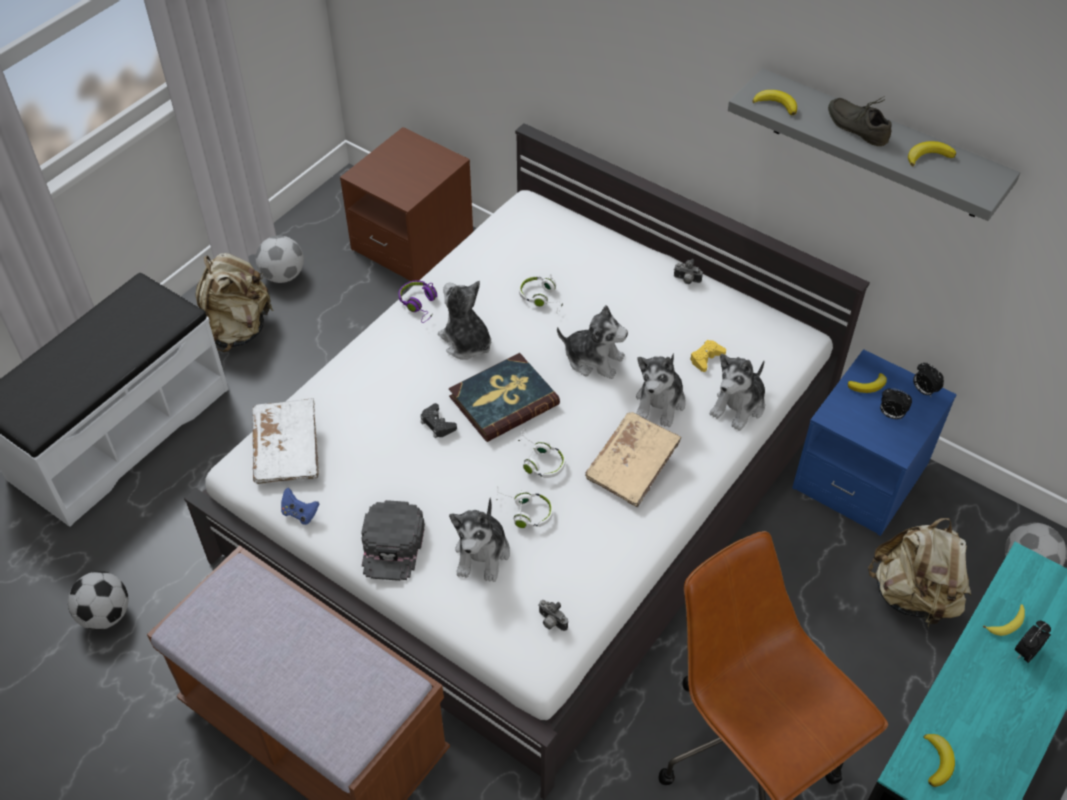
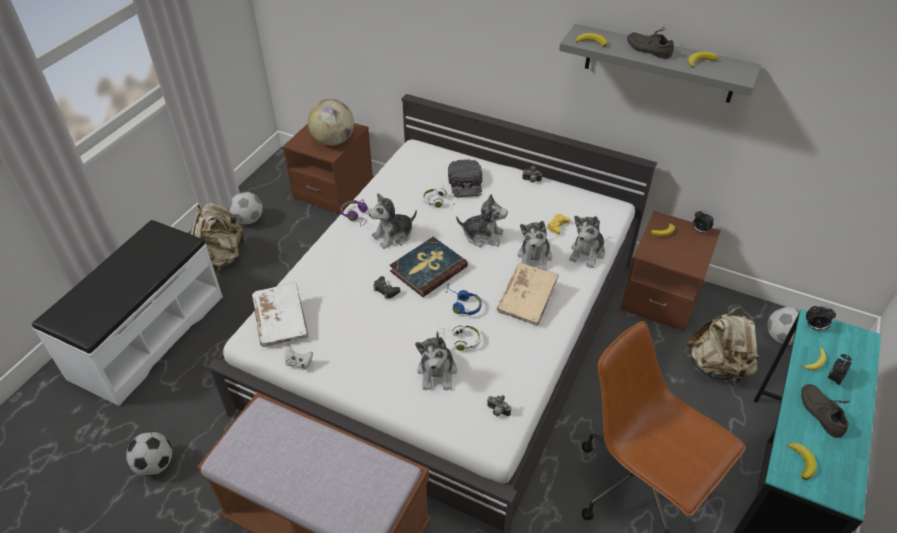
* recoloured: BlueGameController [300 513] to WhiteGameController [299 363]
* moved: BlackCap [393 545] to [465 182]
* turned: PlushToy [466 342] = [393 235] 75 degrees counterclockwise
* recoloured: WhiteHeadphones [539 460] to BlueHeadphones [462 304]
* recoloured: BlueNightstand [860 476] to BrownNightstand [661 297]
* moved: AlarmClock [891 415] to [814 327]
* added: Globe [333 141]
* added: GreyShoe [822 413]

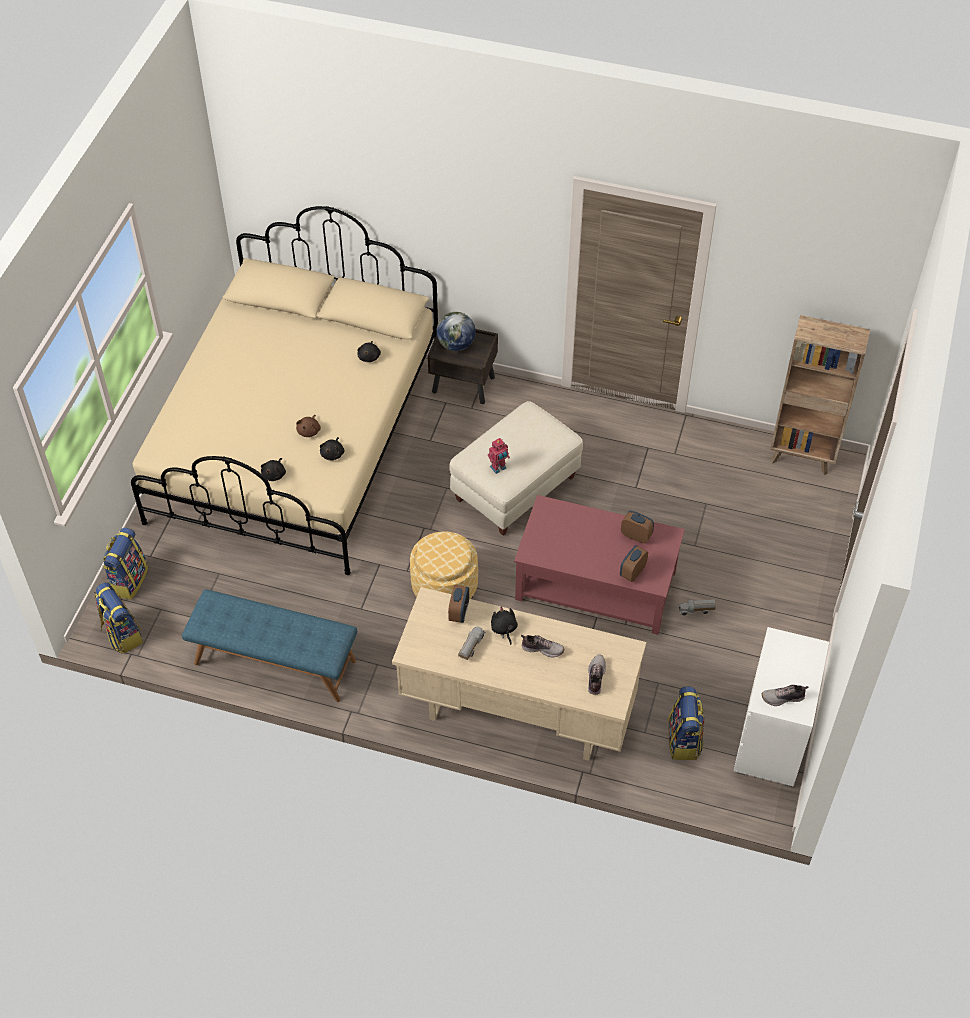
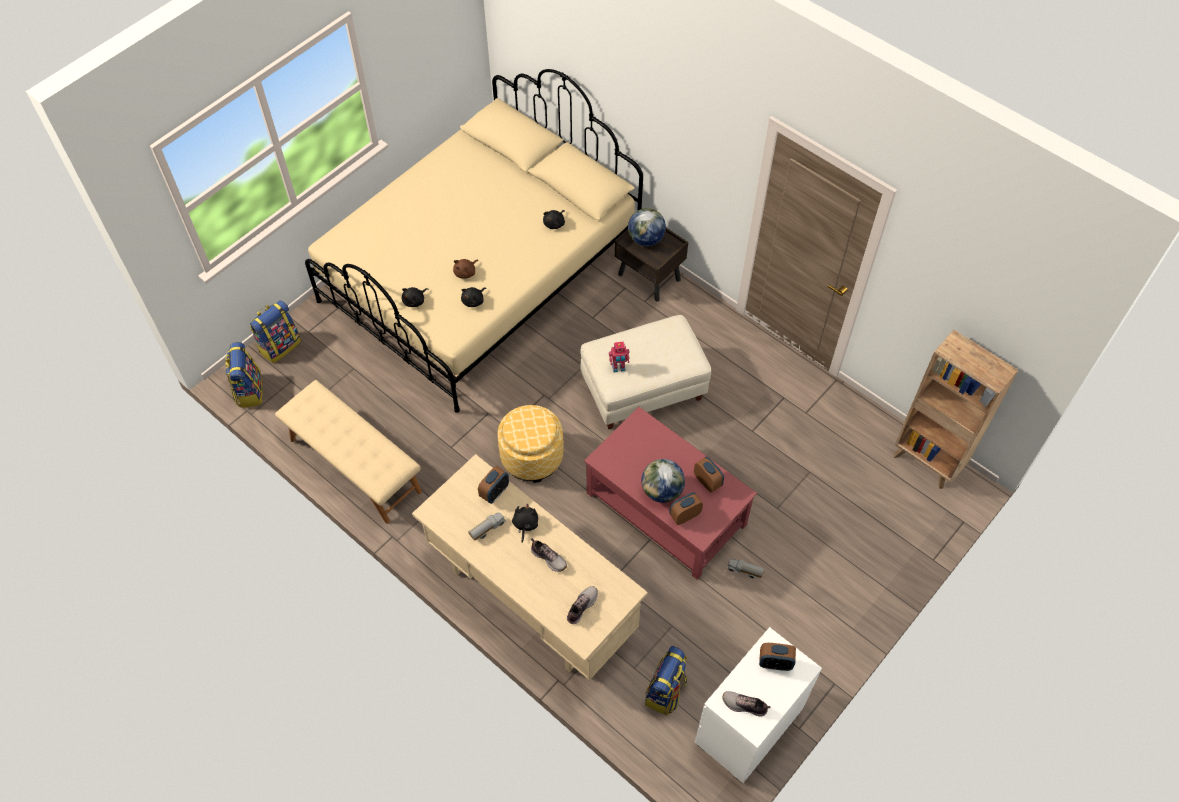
* recoloured: BlueBench [274 662] to BeigeBench [354 466]
* added: Globe [662 491]
* added: AlarmClock [775 663]

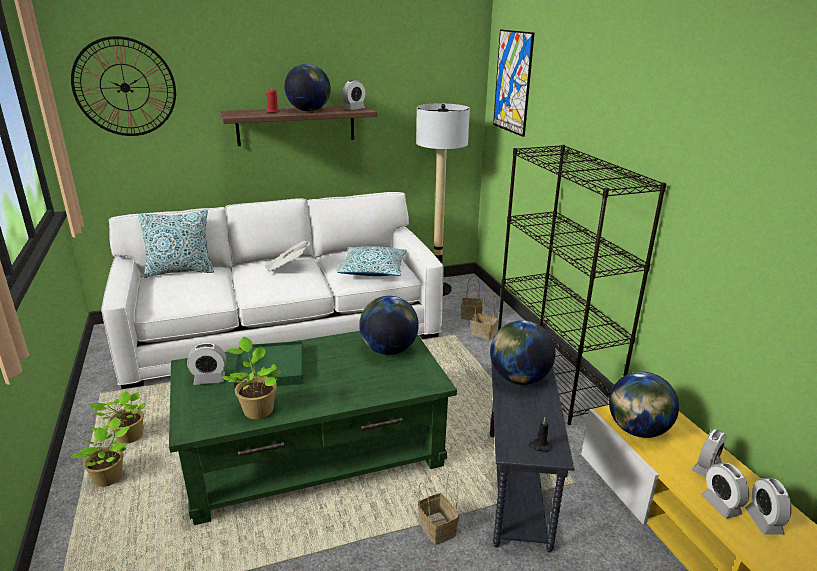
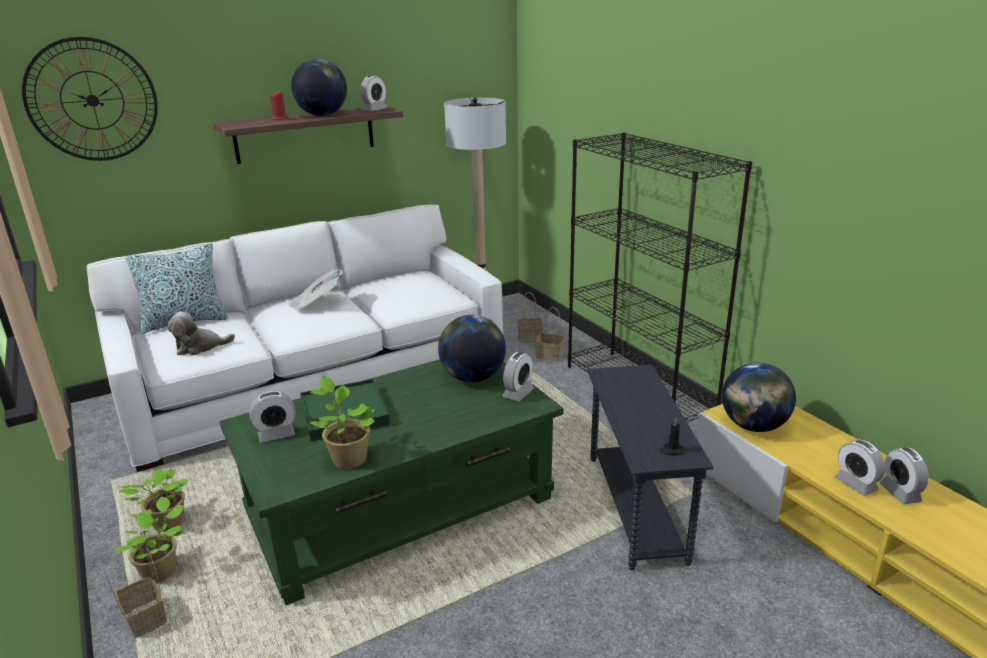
* removed: Pillow [373 270]
* moved: Basket [436 528] to [144 619]
* removed: Globe [518 378]
* removed: Picture [513 82]
* moved: AlarmClock [706 468] to [518 393]
* added: PlushToy [200 347]

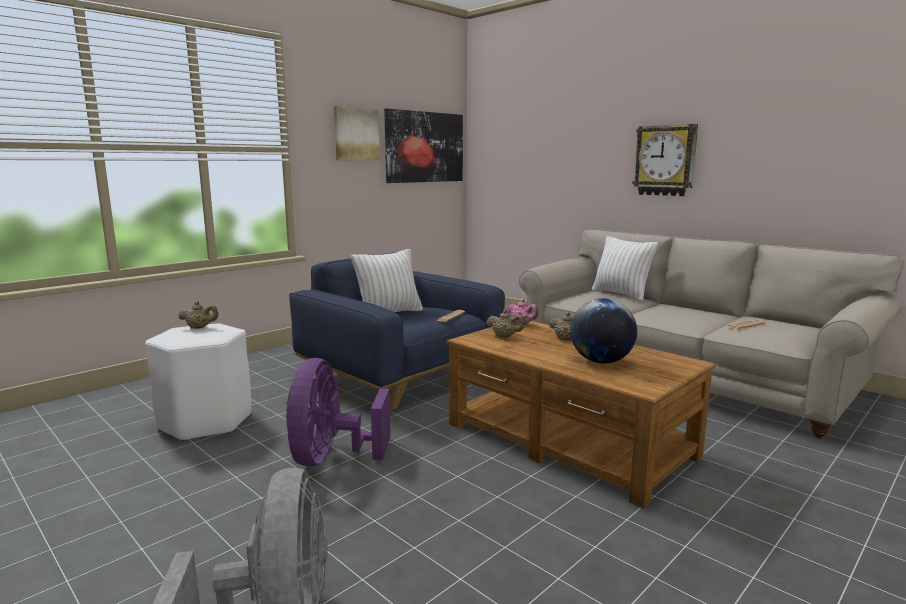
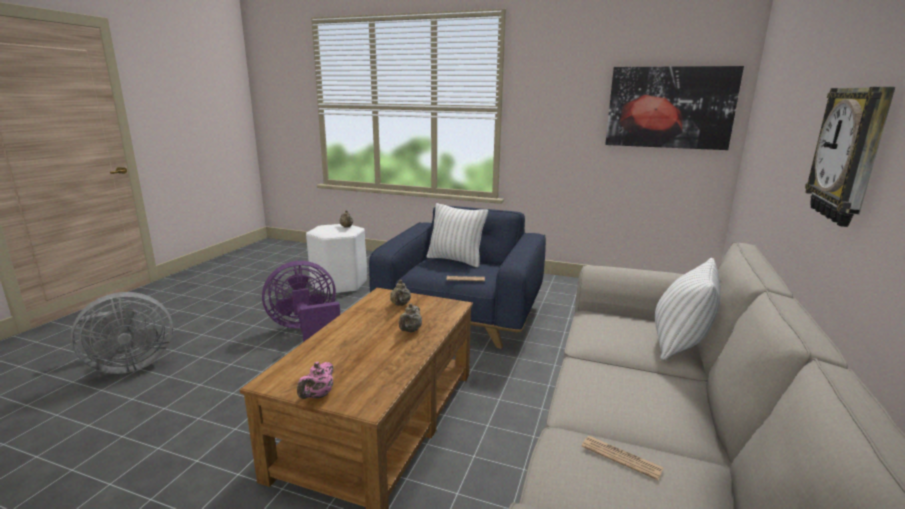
* removed: Picture [356 134]
* moved: PinkTeapot [522 324] to [318 395]
* removed: Globe [601 361]

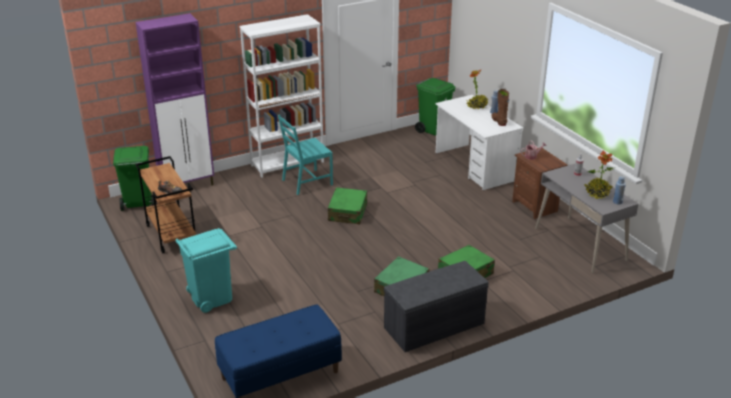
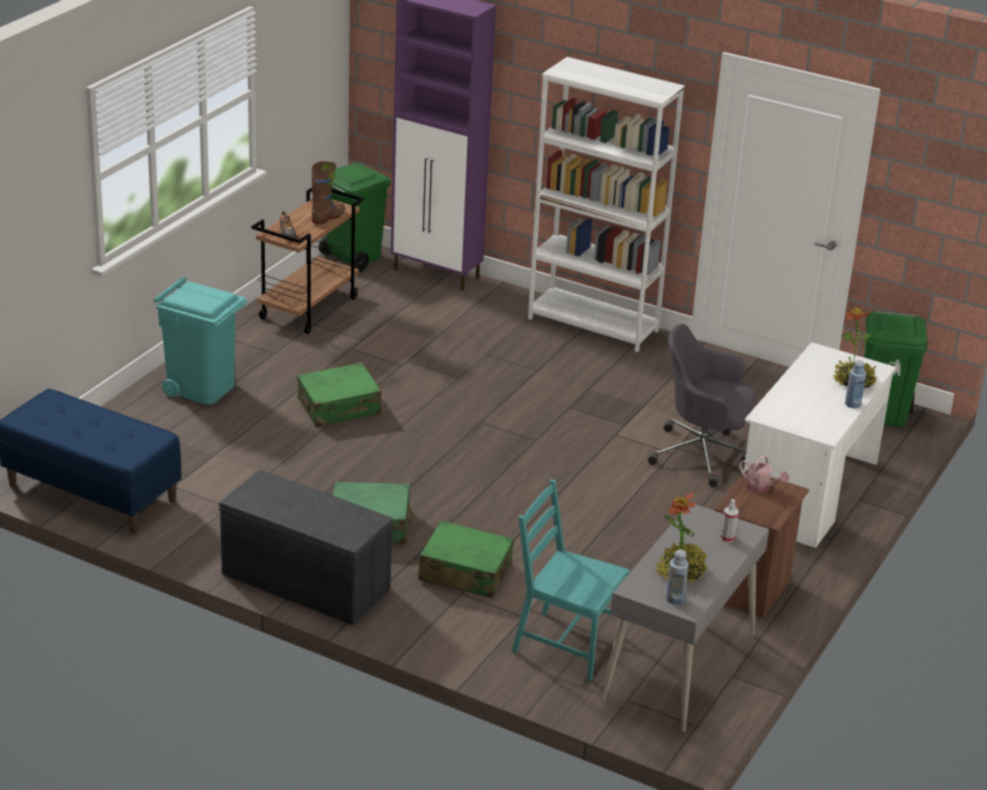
* moved: TurquoiseChair [306 182] to [565 644]
* moved: GreenSuitcase [348 212] to [339 407]
* moved: BrownBoot [499 121] to [328 218]
* added: GreyOfficeChair [702 455]

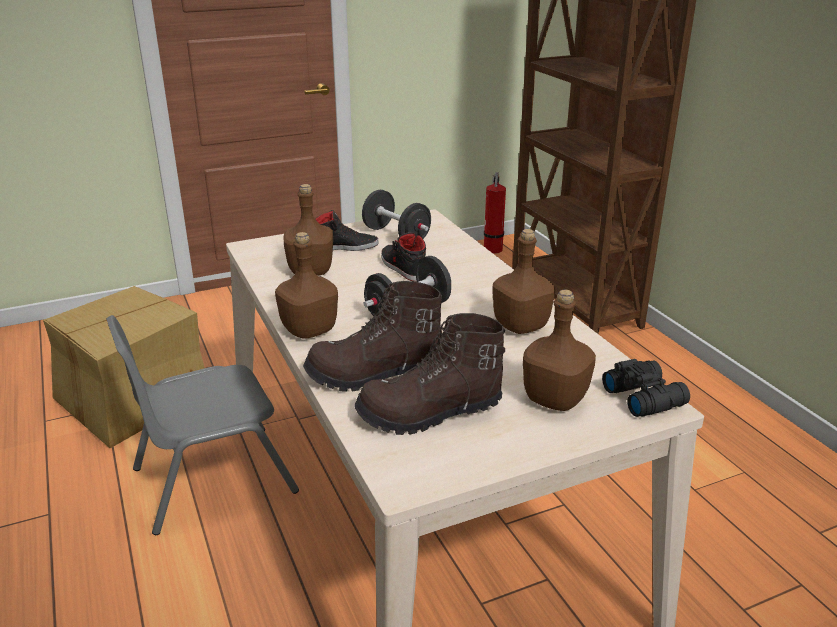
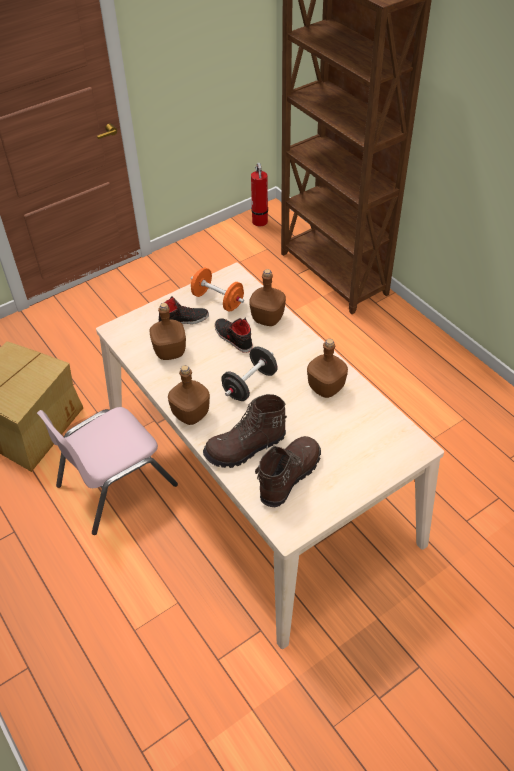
* recoloured: GreyChair [213 479] to PinkChair [115 484]
* turned: BrownBoot [430 413] = [288 476] 150 degrees clockwise
* recoloured: BlackDumbbell [396 235] to OrangeDumbbell [218 300]
* moved: BrownBottle [556 399] to [268 318]
* removed: BlackBinoculars [644 396]

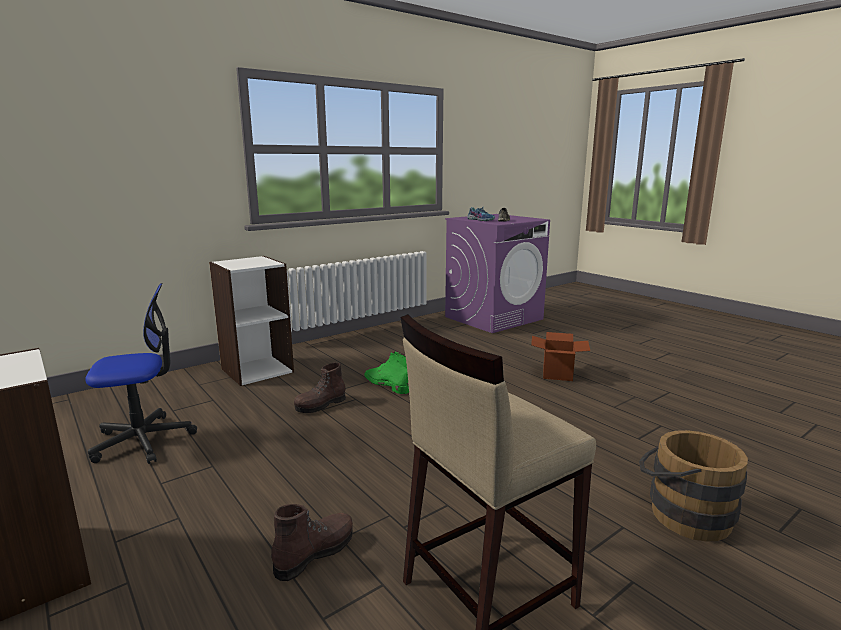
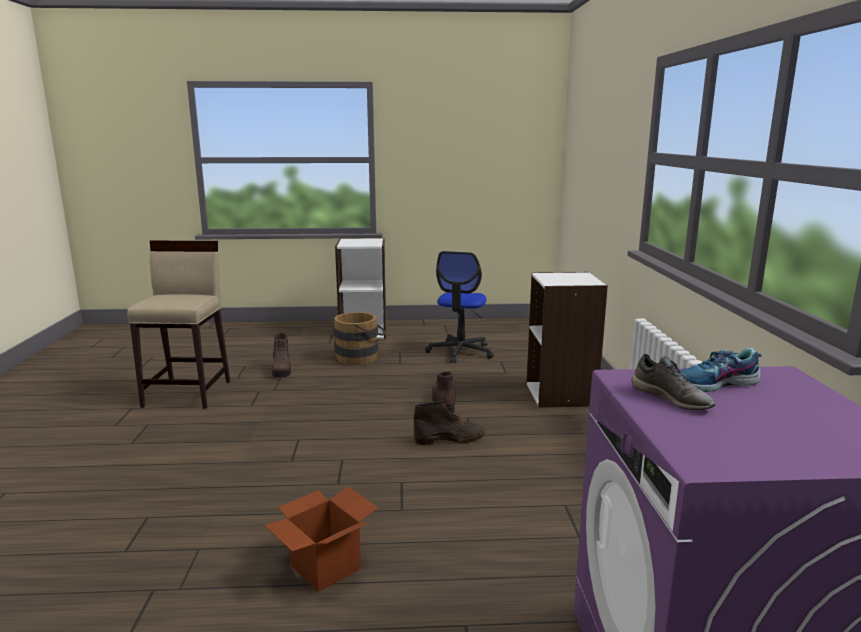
* recoloured: GreenBoot [386 385] to BrownBoot [450 439]
* moved: BrownBucket [682 513] to [361 357]

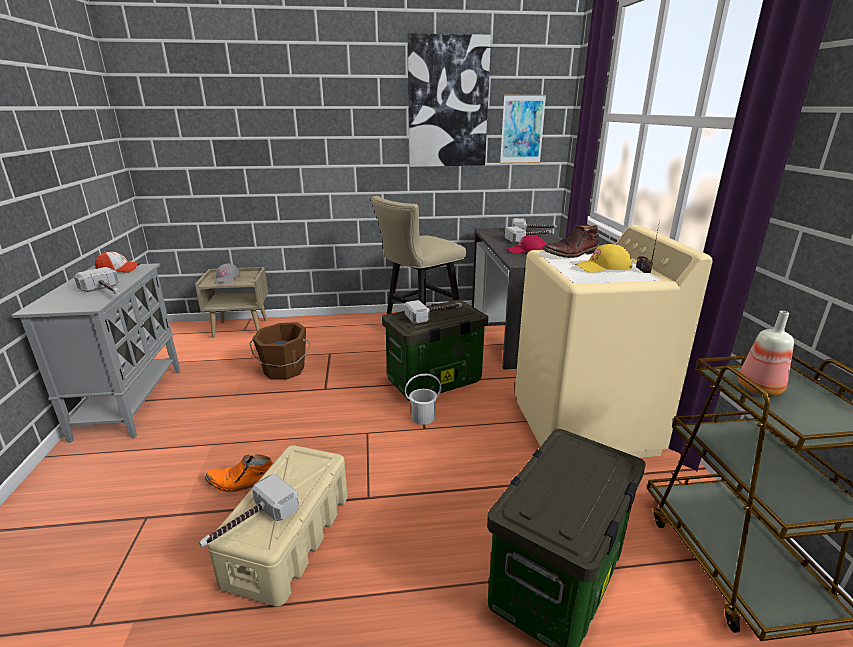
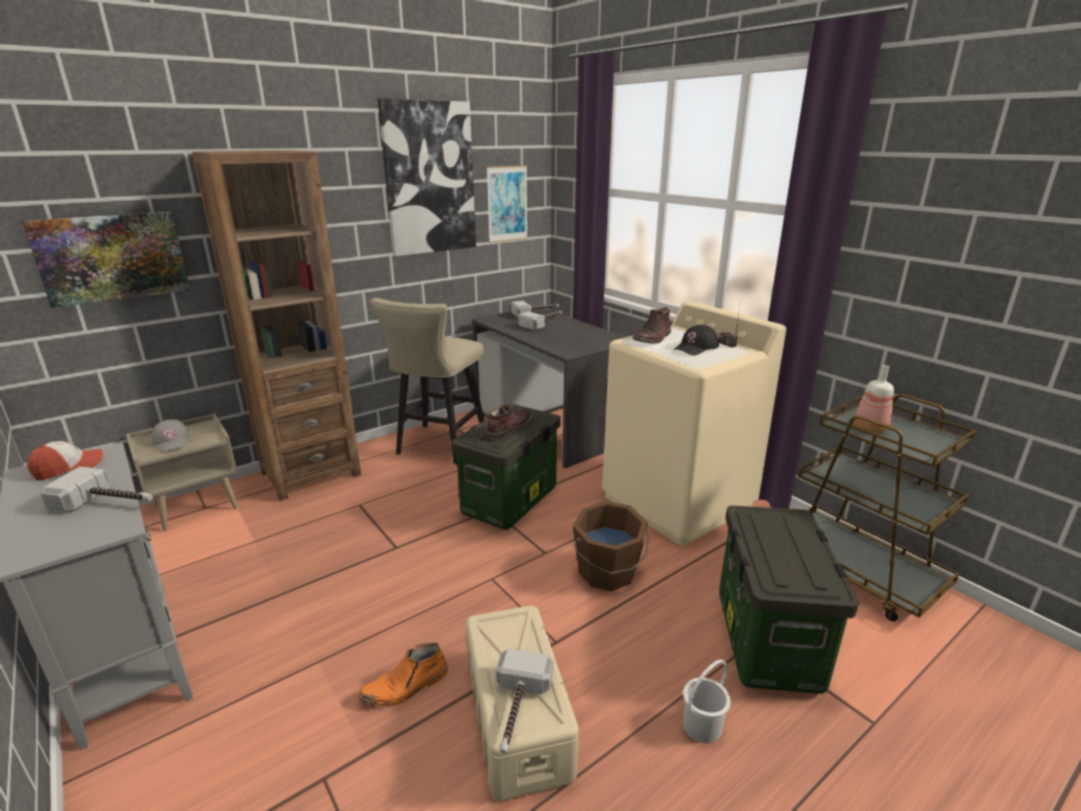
* moved: BrownBucket [284 370] to [608 572]
* replaced: Hammer [435 315] to BrownBoot [509 427]
* moved: WhiteBucket [423 417] to [703 726]
* removed: RedCap [527 250]
* recoloured: YellowCap [603 267] to BlackCap [696 347]
* added: Picture [112 257]
* added: BrownBookcase [311 473]

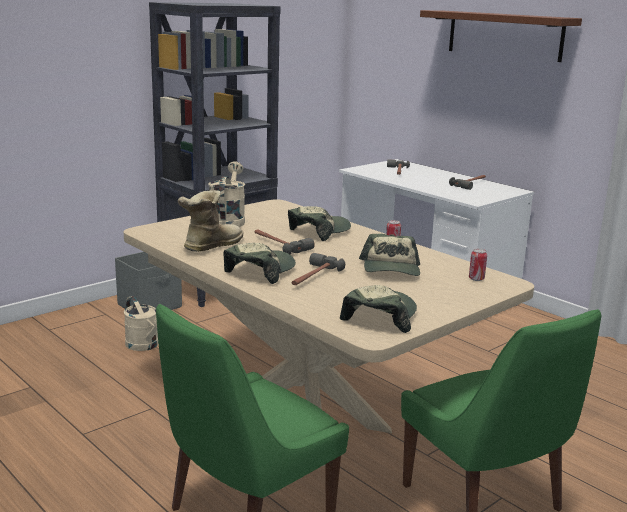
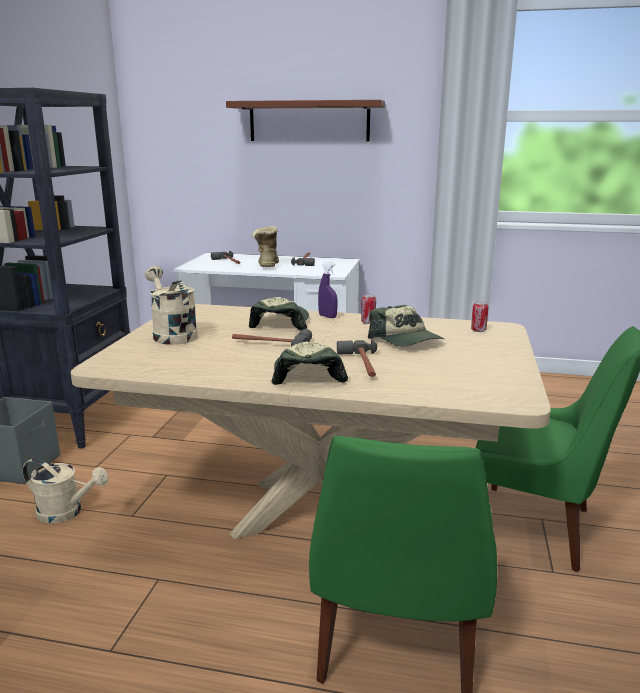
* moved: Boot [210 246] to [267 265]
* removed: Cap [380 317]
* added: PurpleSprayBottle [327 316]

